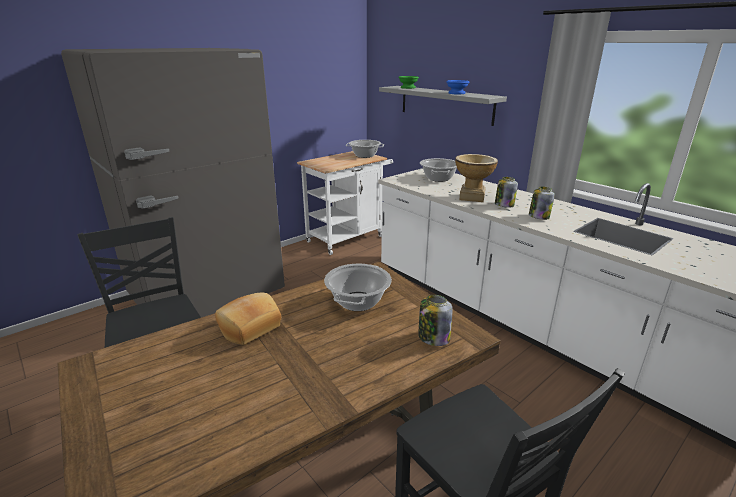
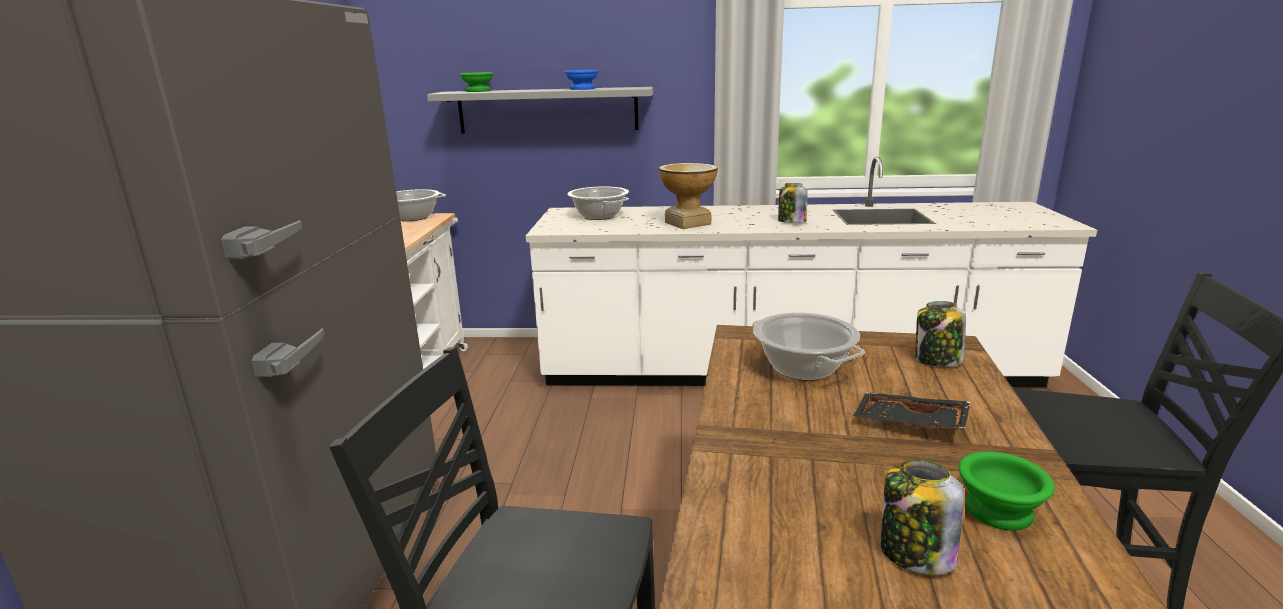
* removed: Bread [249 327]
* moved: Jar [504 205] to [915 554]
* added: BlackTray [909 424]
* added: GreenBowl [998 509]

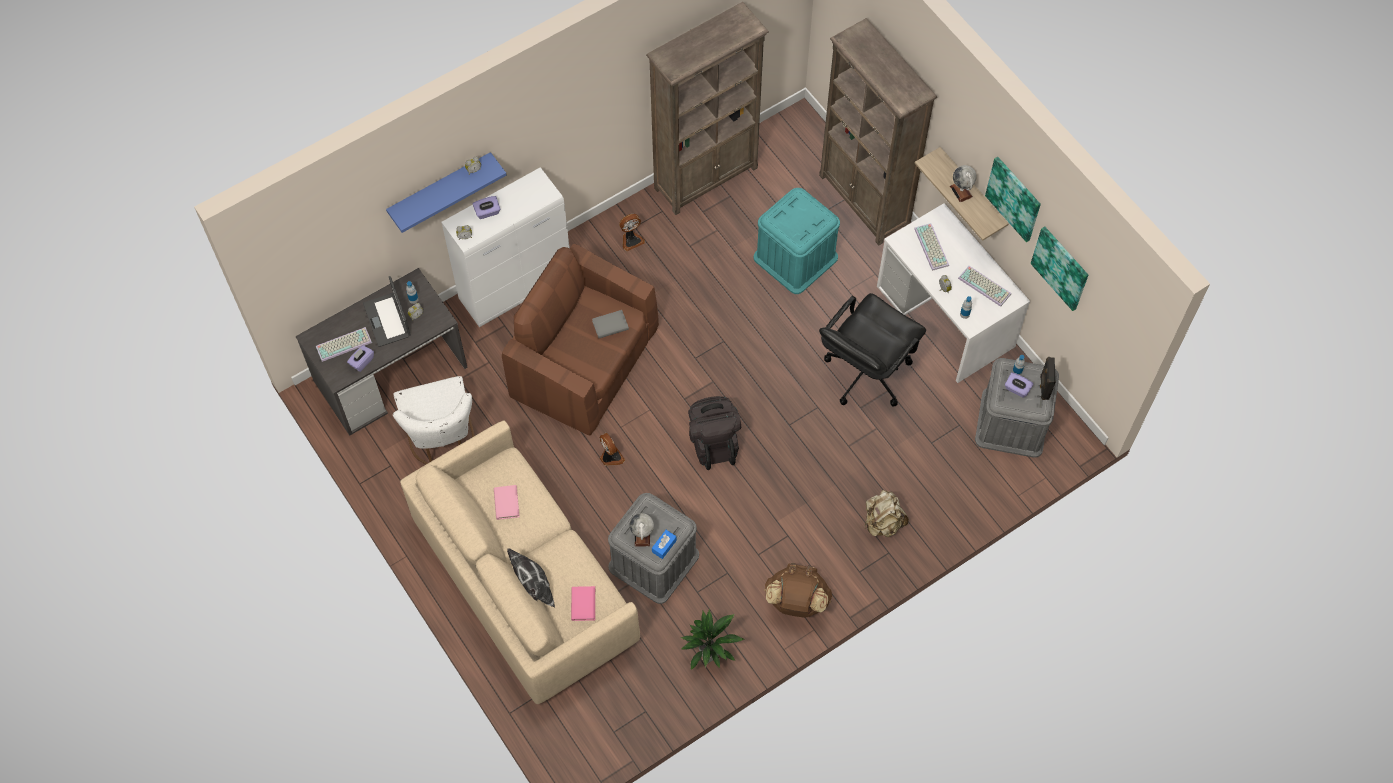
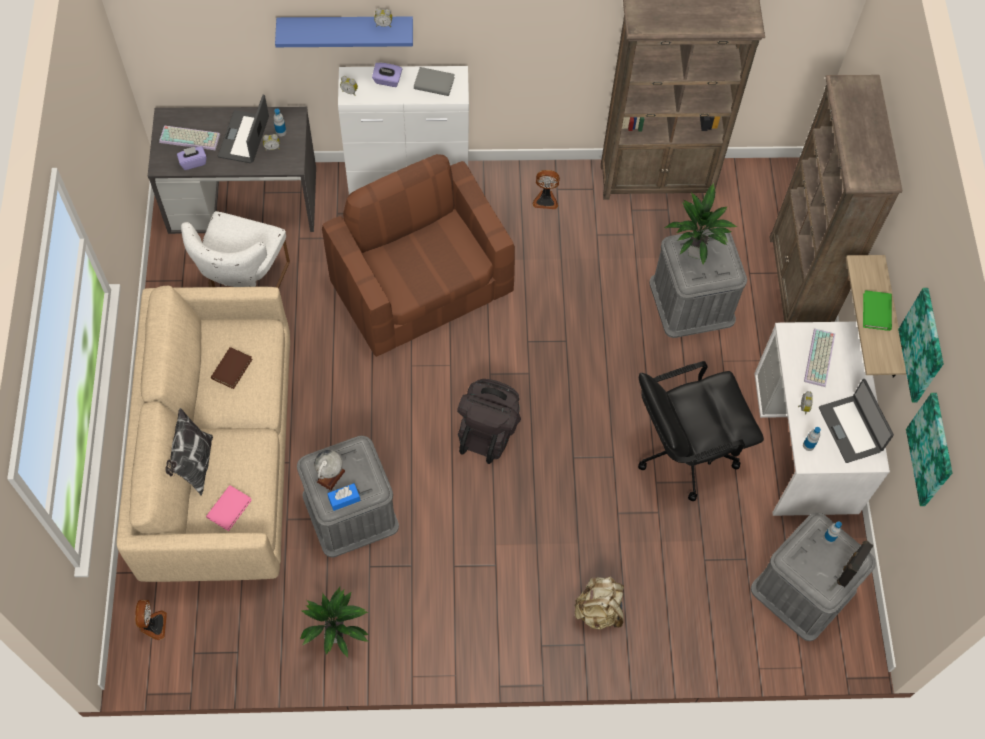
* recoloured: PinkBook [506 503] to BrownBook [232 369]
* moved: GreyBook [610 325] to [434 83]
* moved: Fan [610 457] to [152 625]
* recoloured: TurquoiseStorageBox [795 257] to GreyStorageBox [692 301]
* removed: BrownBackpack [796 602]
* replaced: Globe [961 191] to GreenBook [876 312]
* replaced: Keyboard [985 286] to Laptop [851 429]
* removed: PurpleTissueBox [1017 389]
* added: PottedPlant [696 251]

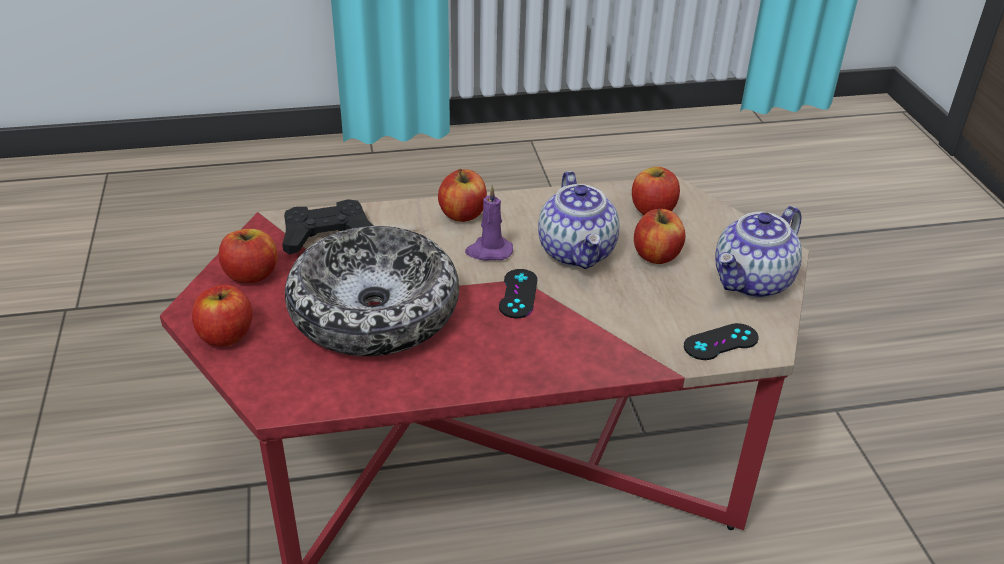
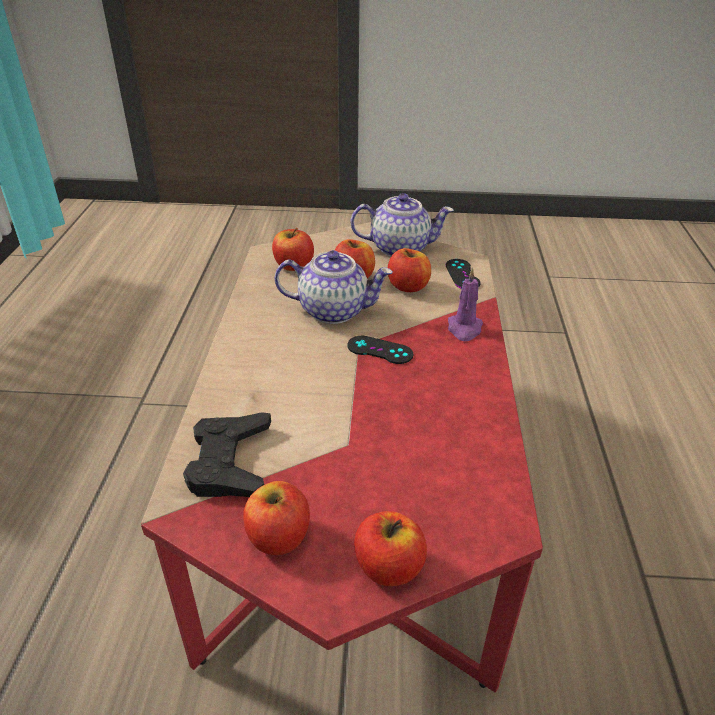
* removed: Bowl [374 311]
* moved: Apple [463 214] to [408 286]
* moved: PurpleCandle [488 251] to [464 329]
* turned: Teapot [753 282] = [400 248] 60 degrees counterclockwise

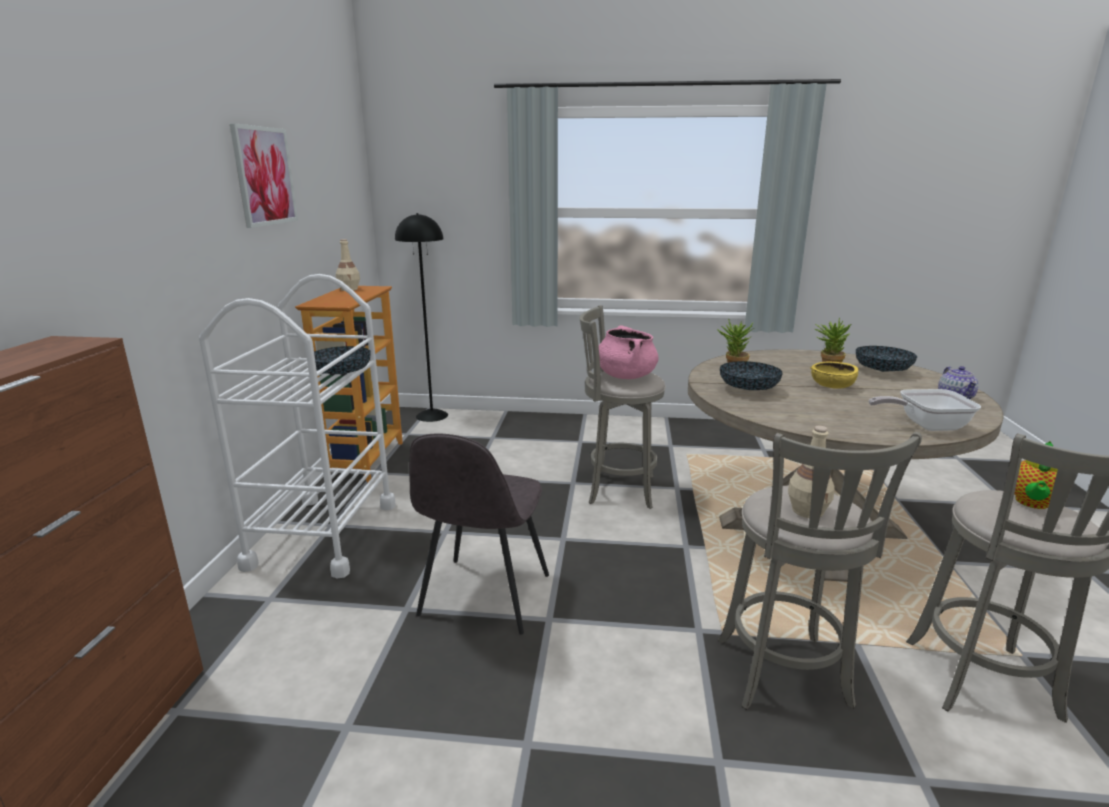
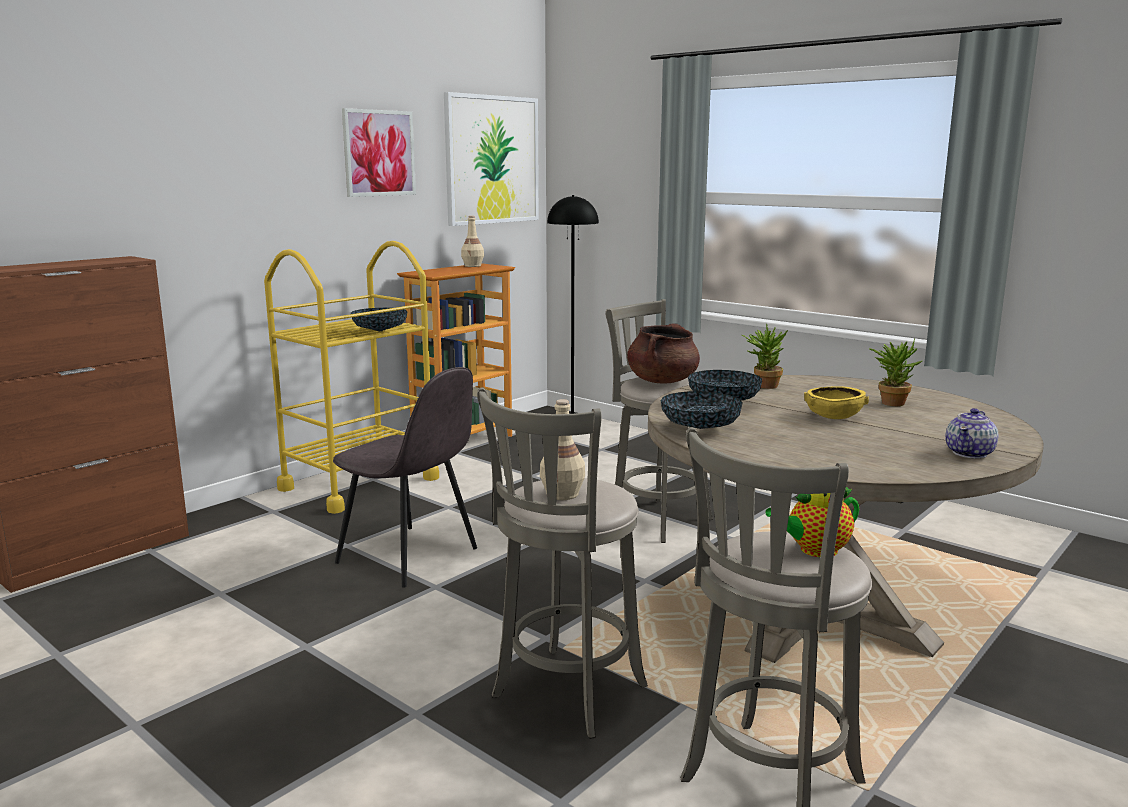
* recoloured: WhiteCart [323 534] to YellowCart [359 483]
* turned: GreyChair [484 597] = [410 557] 105 degrees counterclockwise
* recoloured: PinkCookingPot [626 376] to BrownCookingPot [662 381]
* moved: Bowl [882 371] to [700 428]
* removed: FryingPan [925 425]
* added: Picture [492 160]

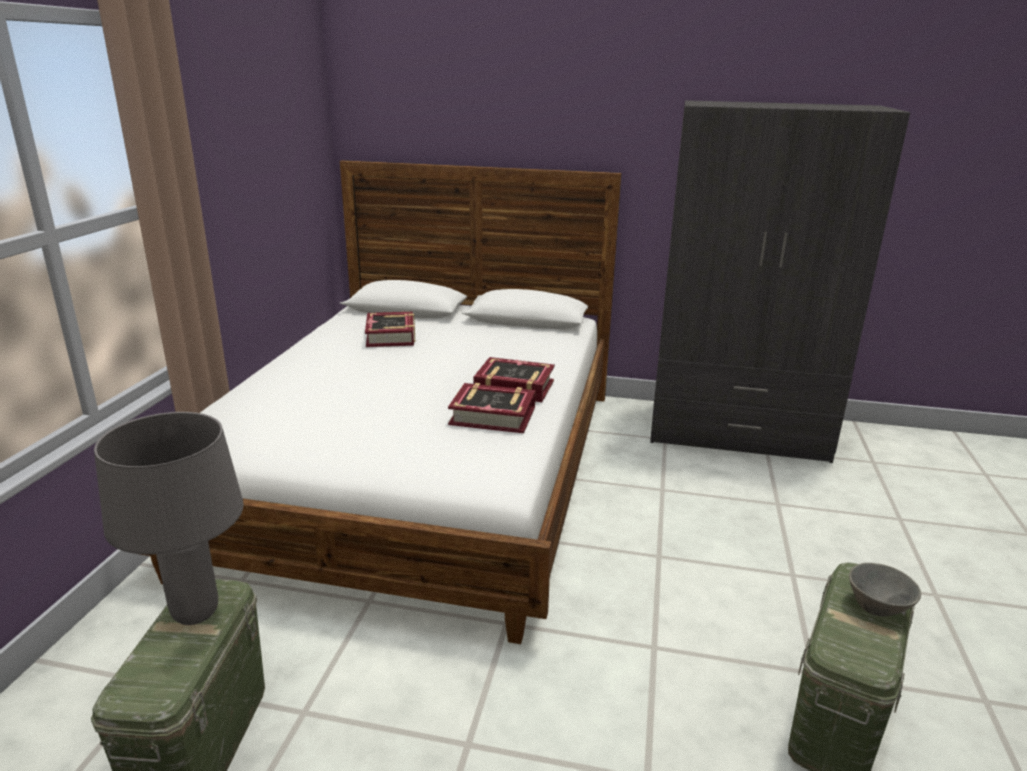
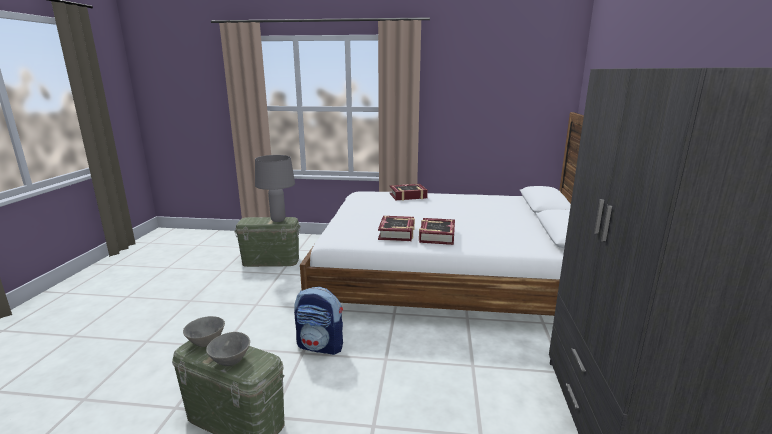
* moved: Book [391 336] to [408 196]
* added: GreyBowl [206 341]
* added: Backpack [321 346]

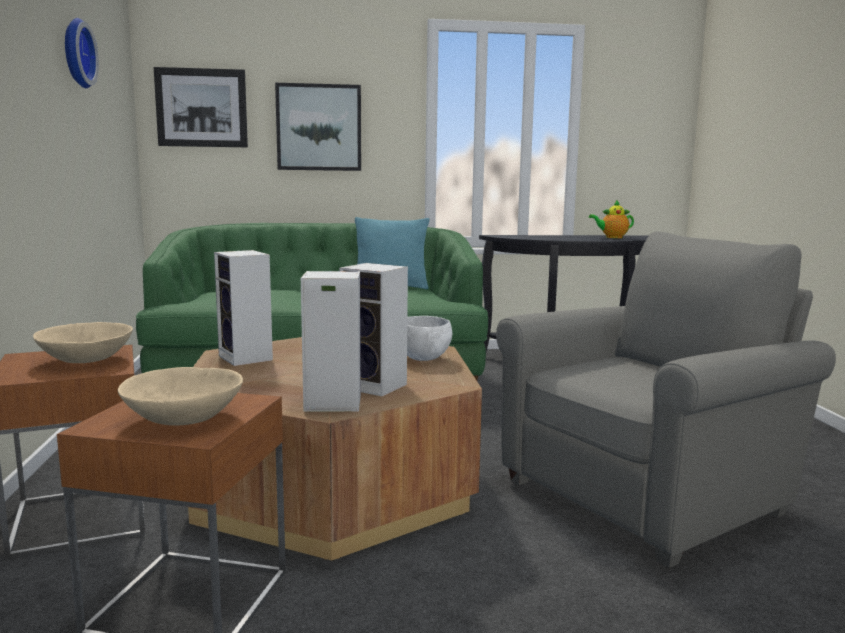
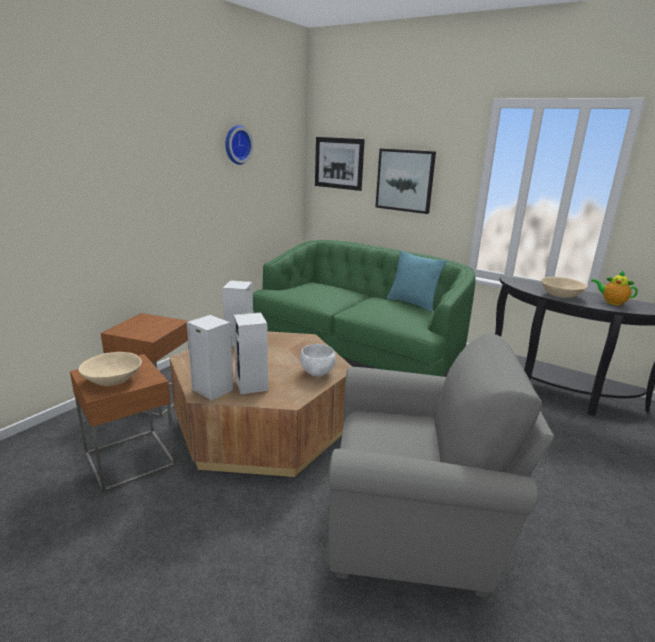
* moved: BeigeBowl [87 360] to [561 296]

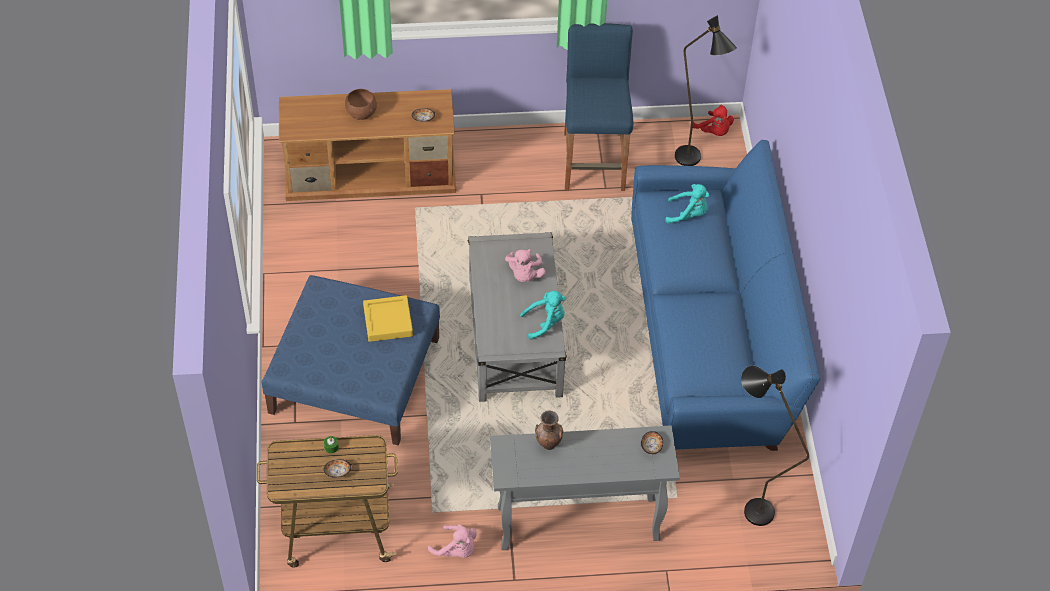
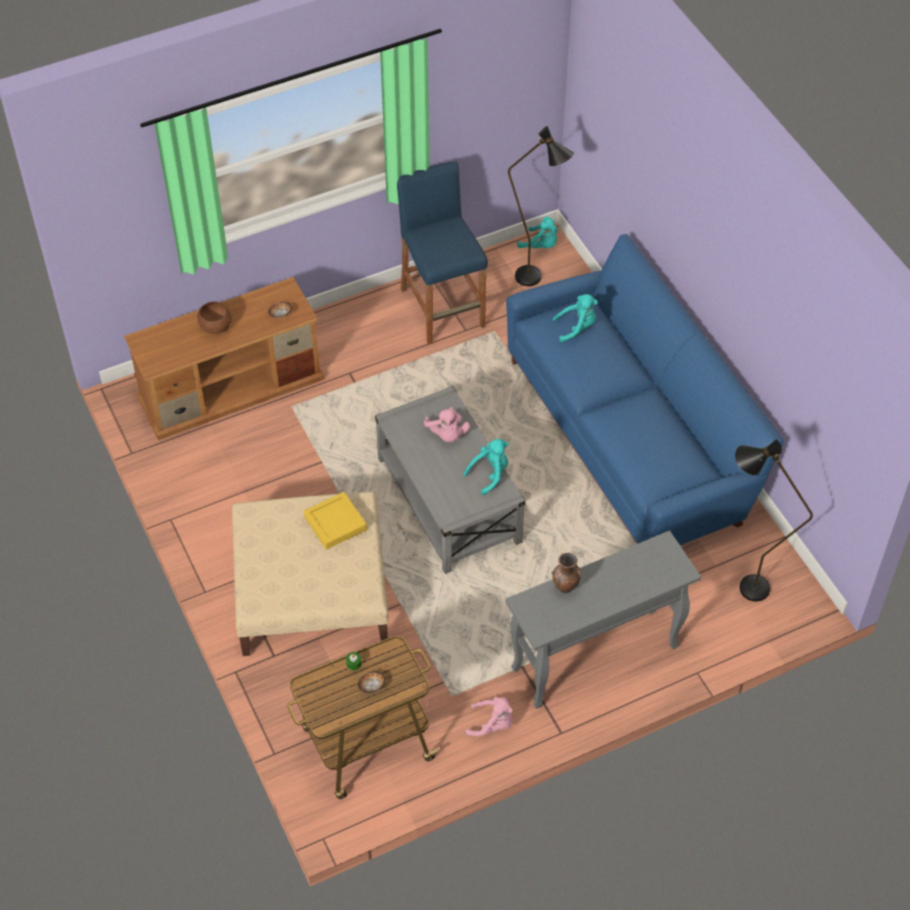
* recoloured: BlueOttoman [354 374] to BeigeOttoman [310 588]
* removed: Bowl [651 446]
* recoloured: RedPlushToy [713 131] to TurquoisePlushToy [541 245]

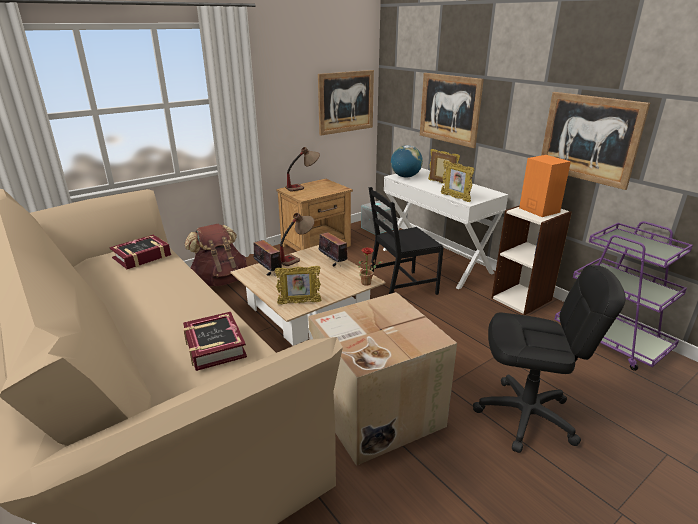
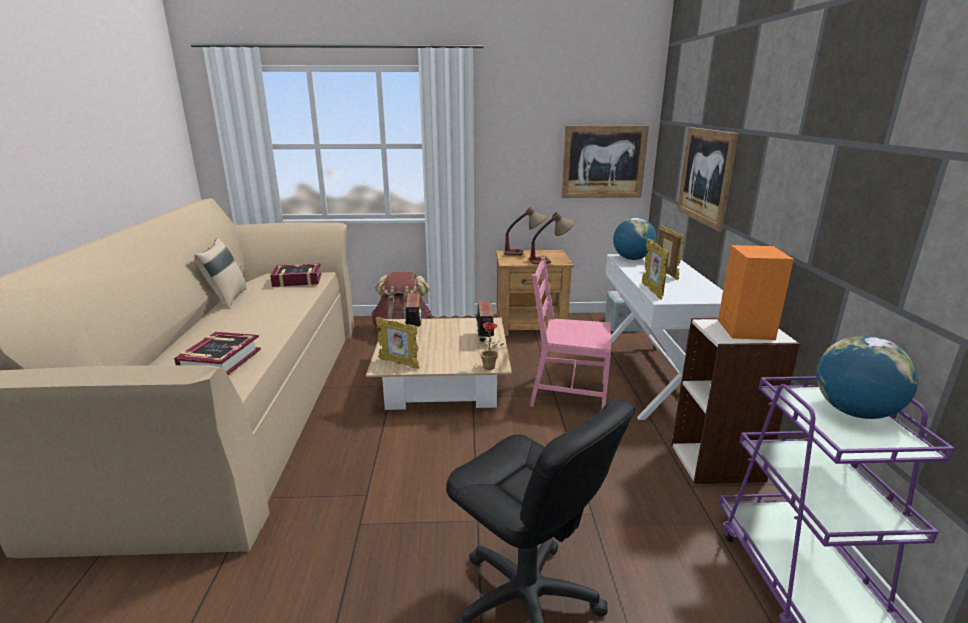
* moved: TableLamp [296 257] to [550 260]
* removed: CardboardBox [374 410]
* recoloured: BlackChair [401 287] to PinkChair [568 394]
* removed: Picture [589 139]
* added: BeigePillow [227 299]
* added: Globe [854 412]

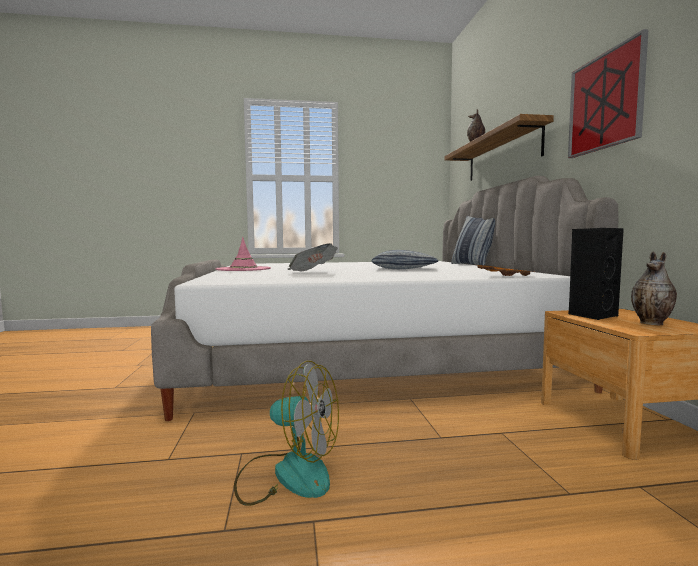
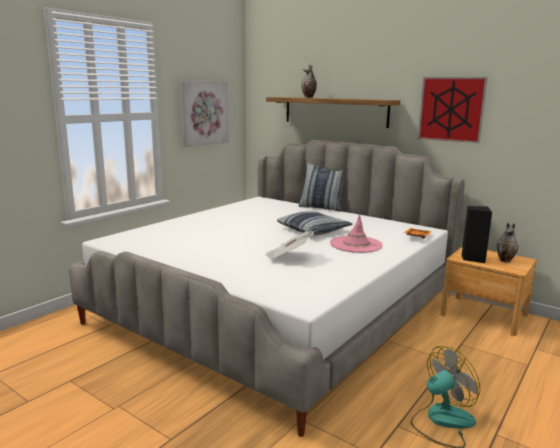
* moved: PinkHat [243 269] to [356 244]
* added: Picture [203 113]

